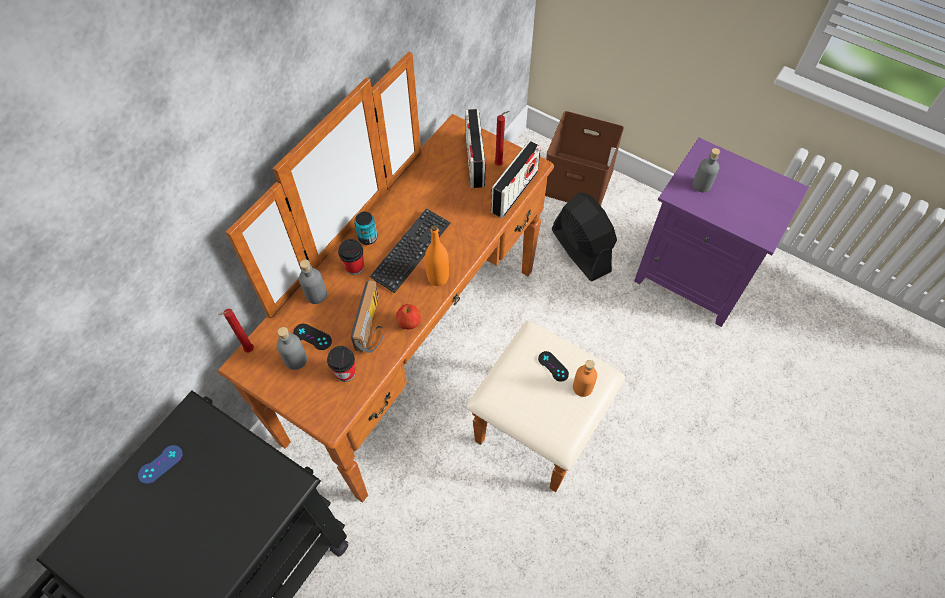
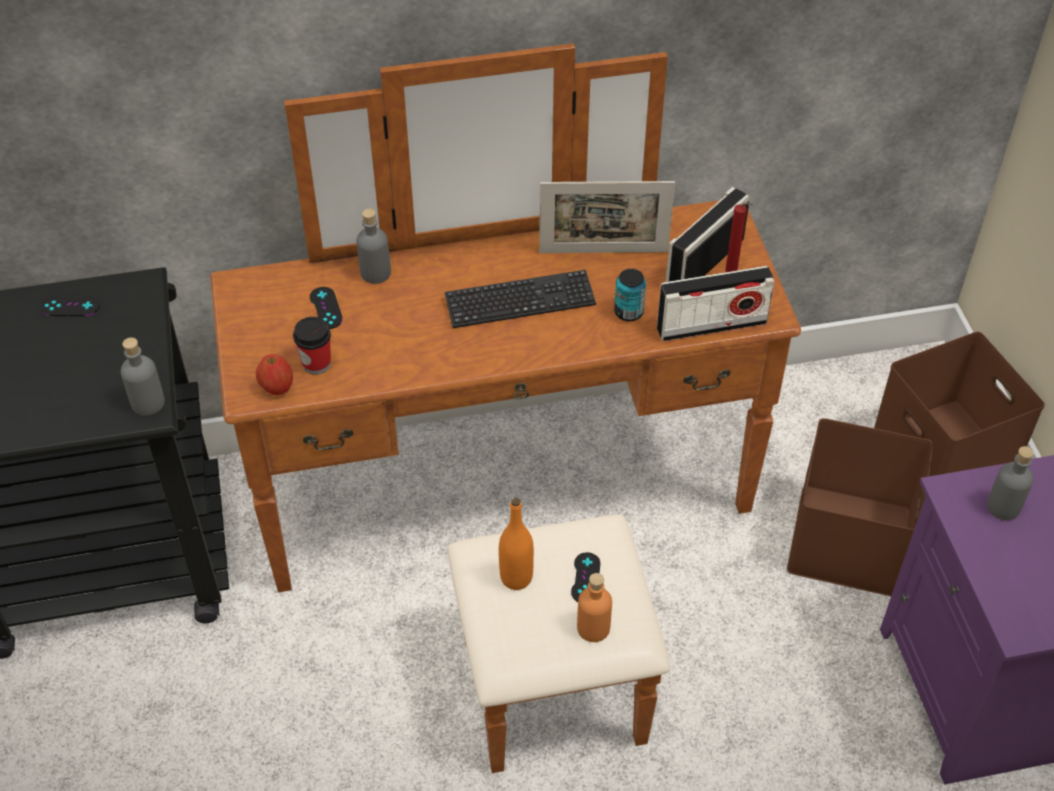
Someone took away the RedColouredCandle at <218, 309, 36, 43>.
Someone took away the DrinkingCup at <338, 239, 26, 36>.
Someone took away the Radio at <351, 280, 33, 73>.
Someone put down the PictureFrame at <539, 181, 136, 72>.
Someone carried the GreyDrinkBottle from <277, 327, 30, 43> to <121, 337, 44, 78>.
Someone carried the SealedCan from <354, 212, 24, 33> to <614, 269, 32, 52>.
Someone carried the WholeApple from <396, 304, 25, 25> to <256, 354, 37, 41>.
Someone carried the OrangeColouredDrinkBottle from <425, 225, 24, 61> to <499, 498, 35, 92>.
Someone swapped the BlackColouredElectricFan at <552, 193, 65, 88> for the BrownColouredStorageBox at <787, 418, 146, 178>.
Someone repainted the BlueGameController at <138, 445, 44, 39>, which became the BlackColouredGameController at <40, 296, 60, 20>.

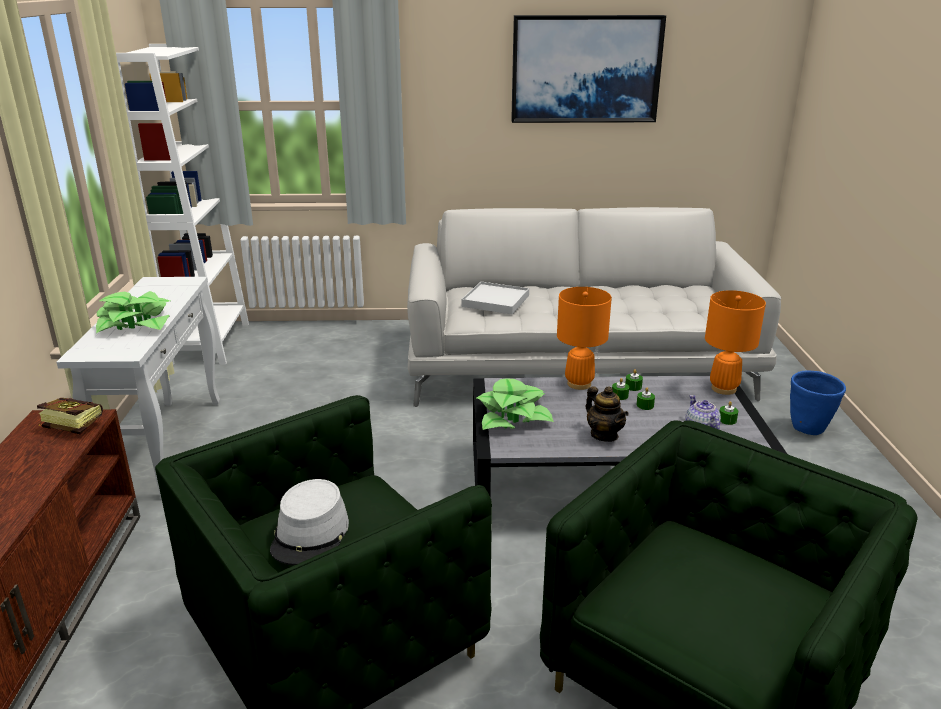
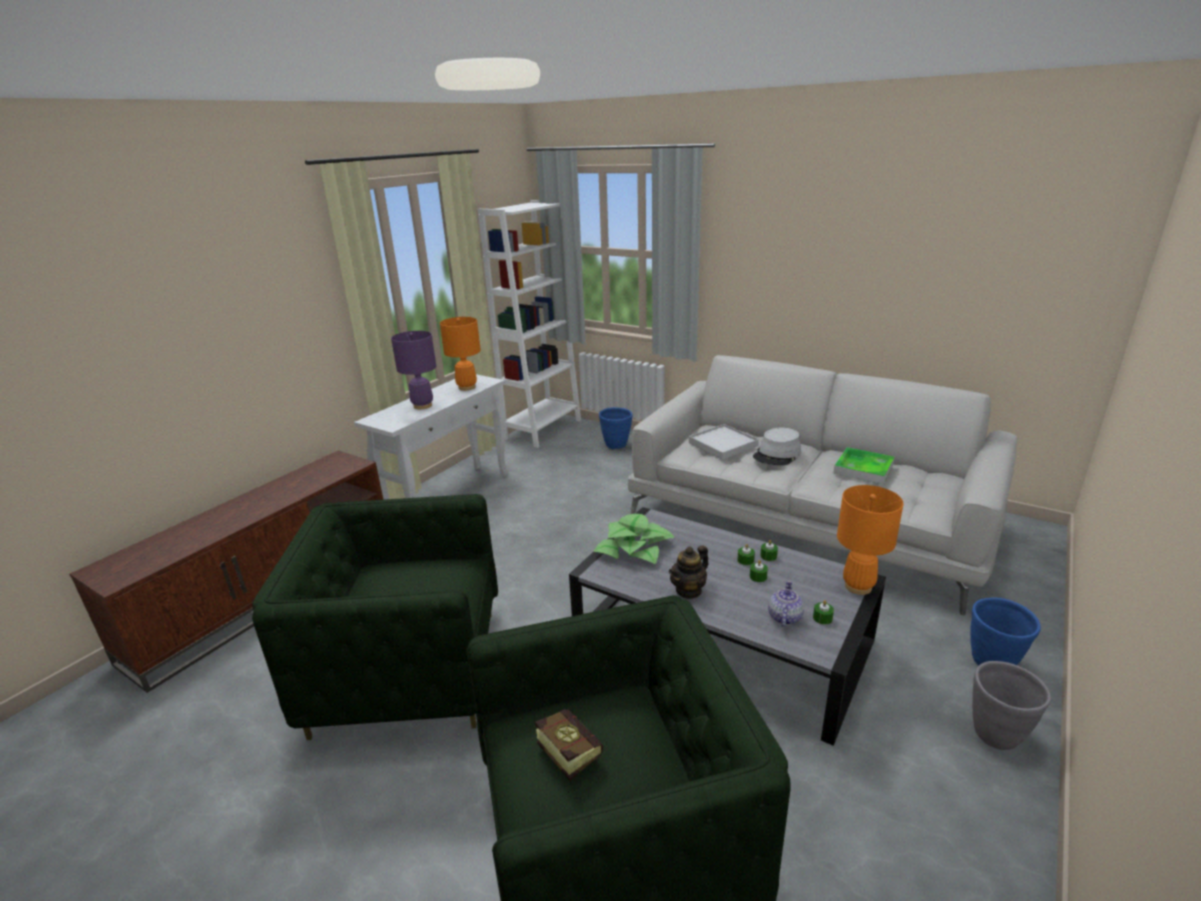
Someone took away the WallPicture at <511, 15, 155, 108>.
Someone put down the BluePlantPot at <599, 407, 33, 42>.
Someone put down the CarryingTray at <833, 447, 62, 38>.
Someone put down the GreyPlantPot at <972, 661, 79, 89>.
Someone carried the Book from <37, 398, 66, 37> to <535, 709, 68, 72>.
Someone carried the GreyClothingHat from <270, 479, 79, 87> to <753, 427, 48, 38>.
Someone carried the OrangeColouredLampForATable from <557, 287, 55, 103> to <440, 317, 41, 74>.
Someone swapped the PottedPlant at <96, 291, 74, 42> for the PurpleColouredLampForATable at <391, 331, 45, 78>.
Someone rotated the Teapot at <586, 386, 43, 56> by 45 degrees clockwise.

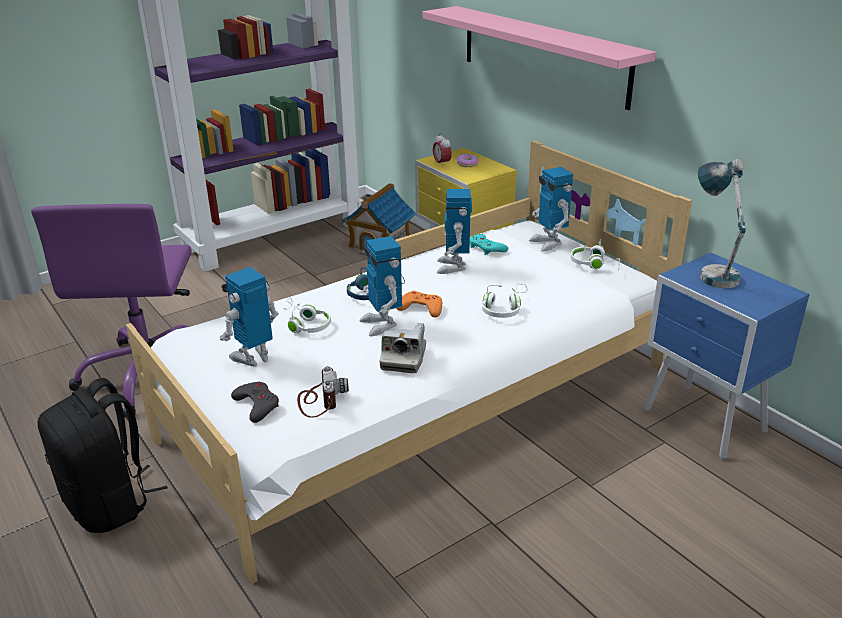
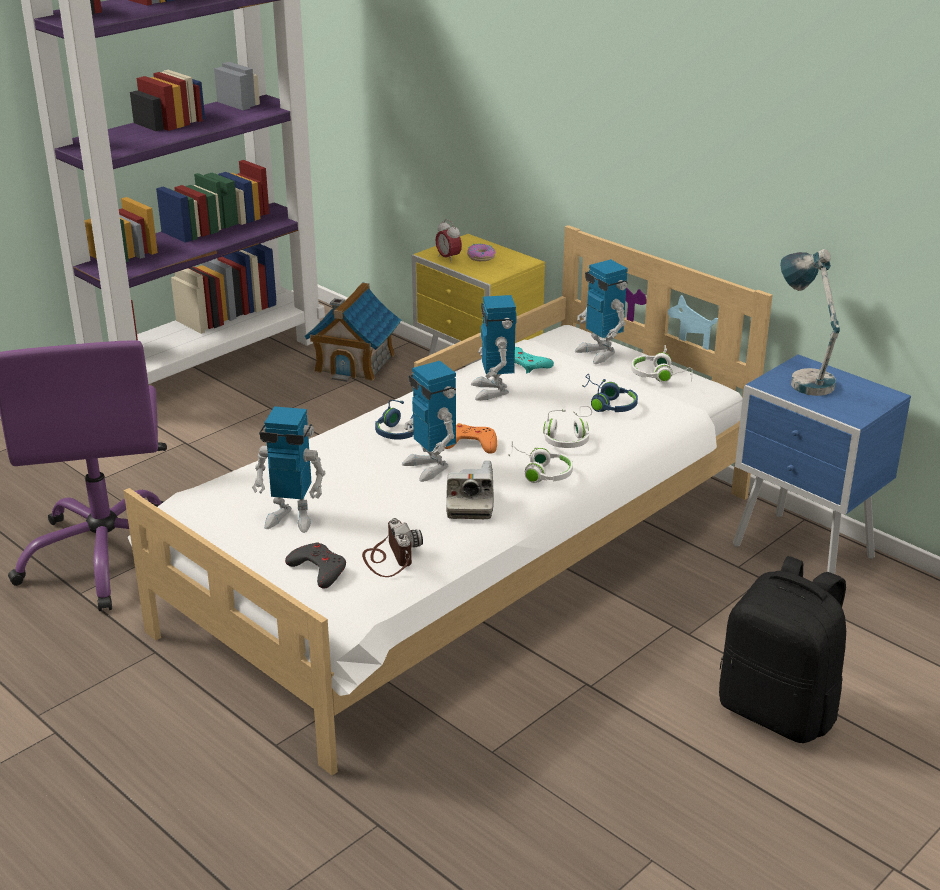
Someone took away the PinkColouredShelf at <423, 6, 233, 104>.
Someone put down the BlueHeadset at <582, 374, 56, 38>.
Someone carried the BlackColouredKnapsack from <37, 378, 131, 155> to <719, 556, 127, 187>.
Someone carried the WhiteColouredHeadset from <284, 298, 47, 35> to <508, 441, 65, 42>.
Someone rotated the ModelRobot at <220, 267, 59, 100> by 120 degrees counterclockwise.

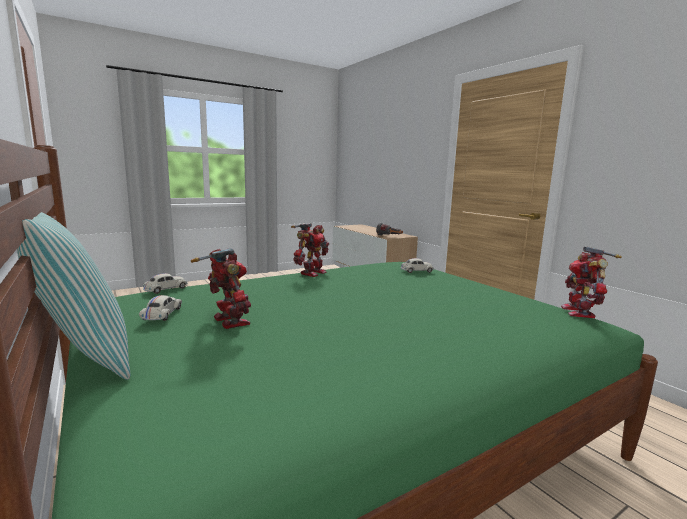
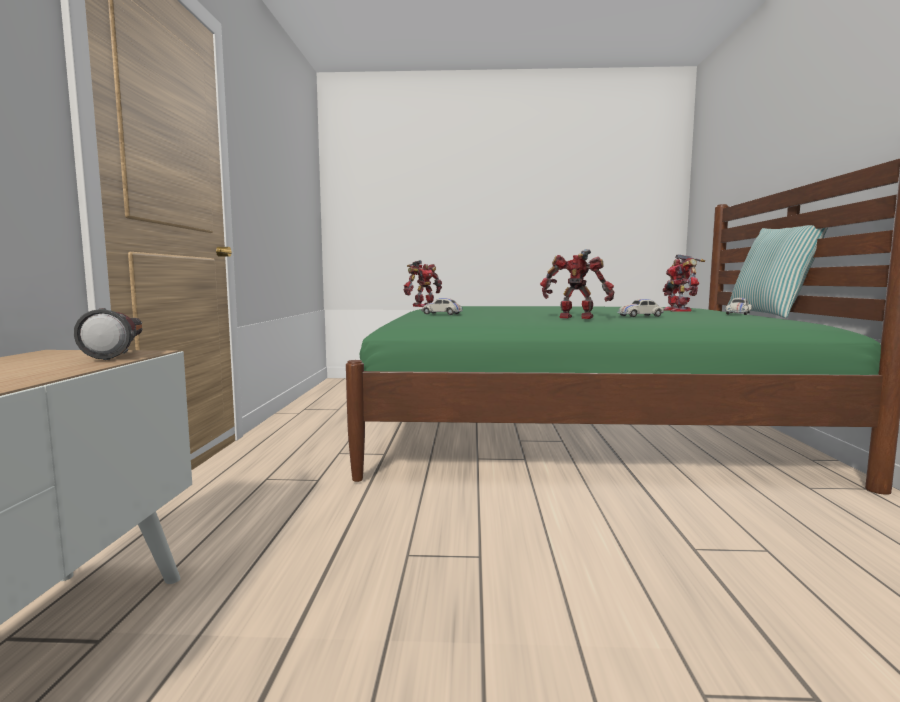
Someone carried the WhiteColouredModelCar from <143, 273, 45, 21> to <617, 299, 47, 18>.
Someone rotated the ModelRobot at <291, 223, 38, 54> by 45 degrees clockwise.

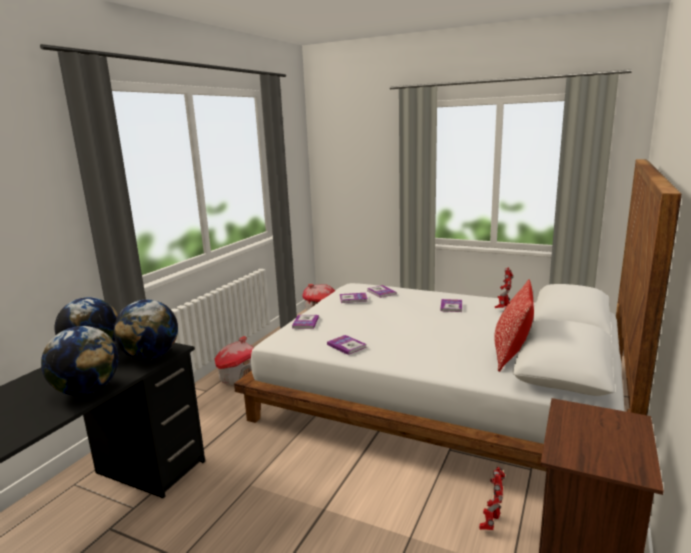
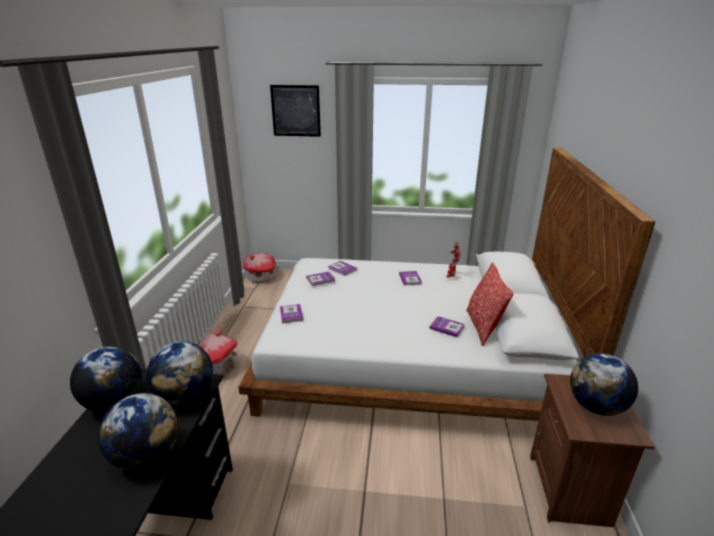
Someone took away the ModelRobot at <479, 467, 26, 63>.
Someone put up the WallPicture at <270, 85, 51, 52>.
Someone put down the DeskGlobe at <570, 354, 68, 62>.
Someone carried the Book from <327, 335, 39, 20> to <429, 316, 36, 21>.

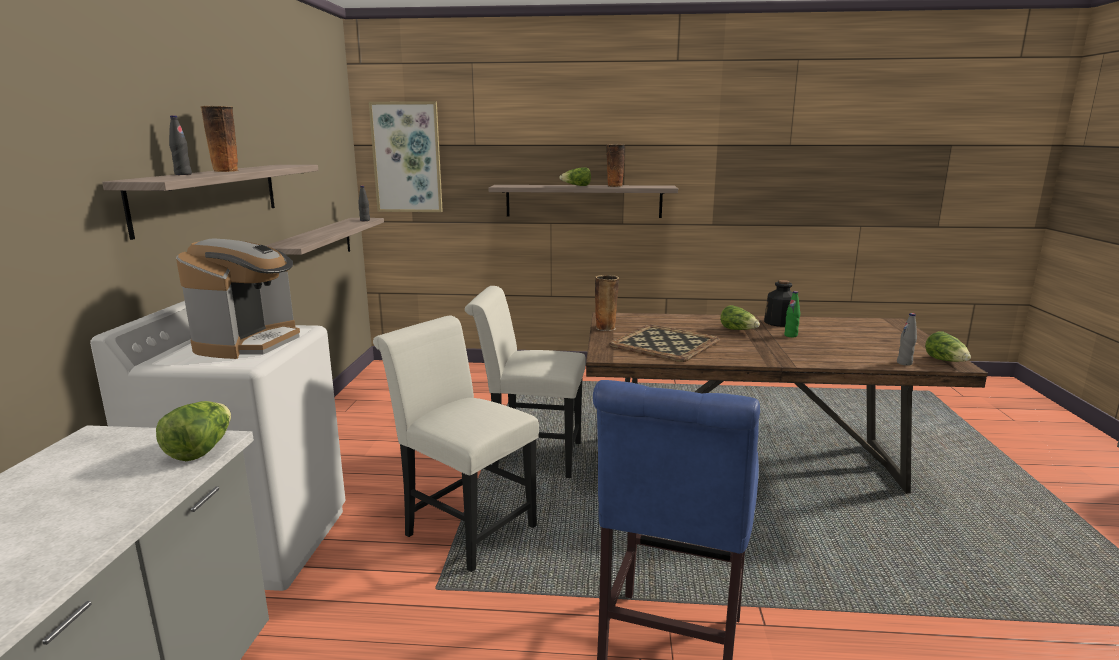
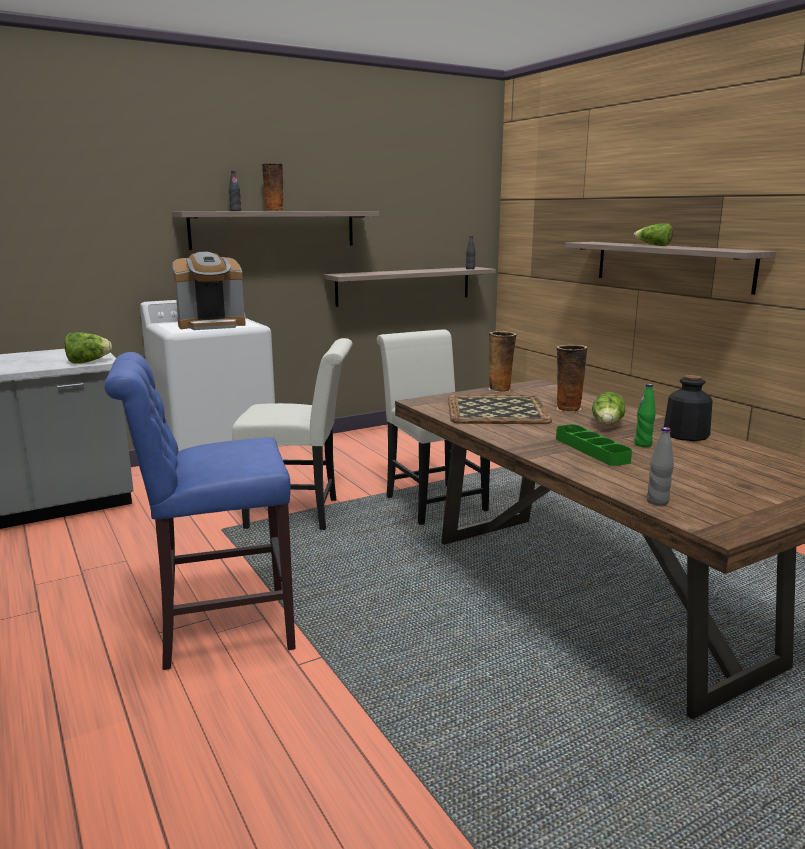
Someone took away the WallPicture at <369, 101, 74, 111>.
Someone took away the LettuceHead at <925, 331, 46, 31>.
Someone put down the GreenColouredCarryingTray at <556, 424, 76, 42>.
Someone carried the DecorativeVase from <606, 144, 19, 43> to <556, 345, 32, 67>.
Someone rotated the WhiteColouredPlainChair at <373, 316, 166, 256> by 90 degrees clockwise.

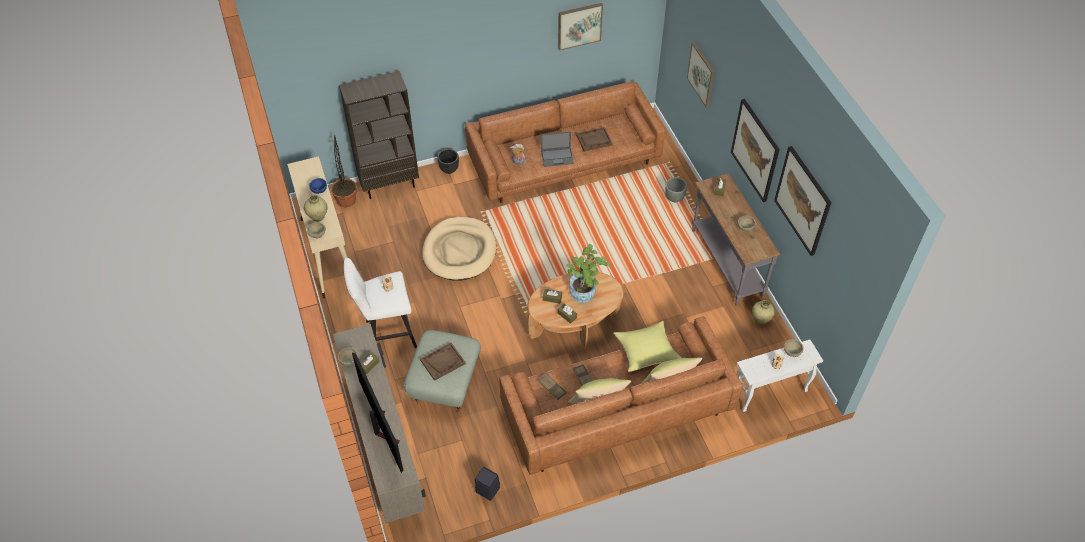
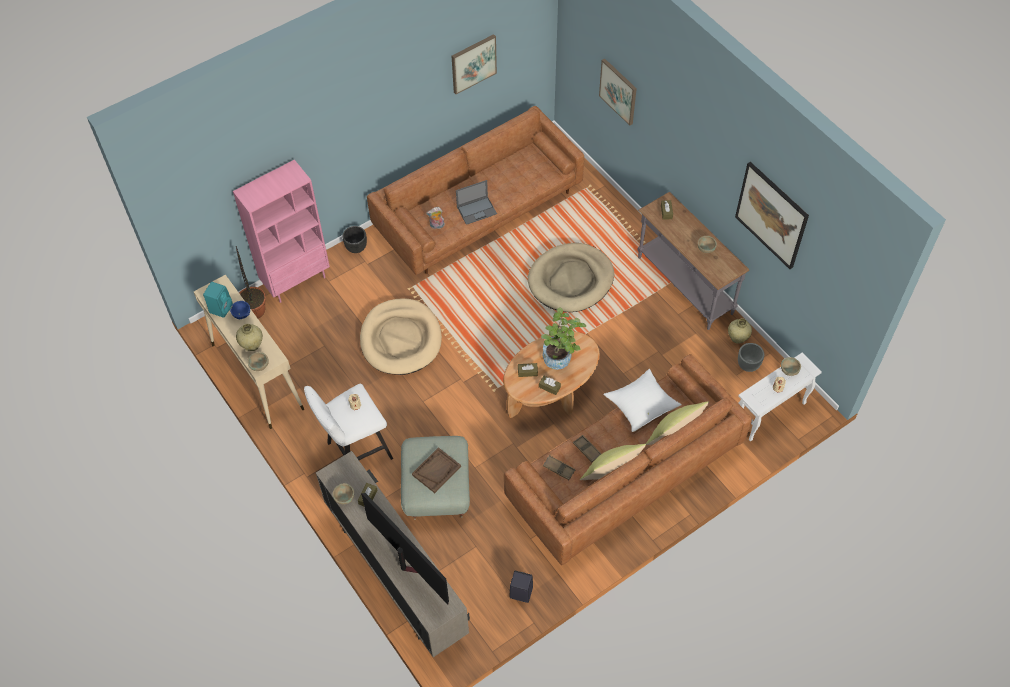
Someone took away the BrownColouredCarryingTray at <576, 127, 37, 25>.
Someone took away the WallPicture at <731, 99, 49, 103>.
Someone put down the BlueGreenSpeaker at <203, 282, 30, 36>.
Someone put down the BeigeColouredDogCushion at <528, 243, 86, 69>.
Someone carried the GreyPlantPot from <665, 177, 22, 25> to <738, 343, 26, 29>.
Someone repainted the BrownColouredBookcase at <339, 71, 80, 128>, which became the PinkColouredBookcase at <233, 160, 97, 143>.
Someone repainted the YellowThrowPillow at <613, 321, 68, 51>, which became the WhiteColouredThrowPillow at <603, 369, 79, 63>.

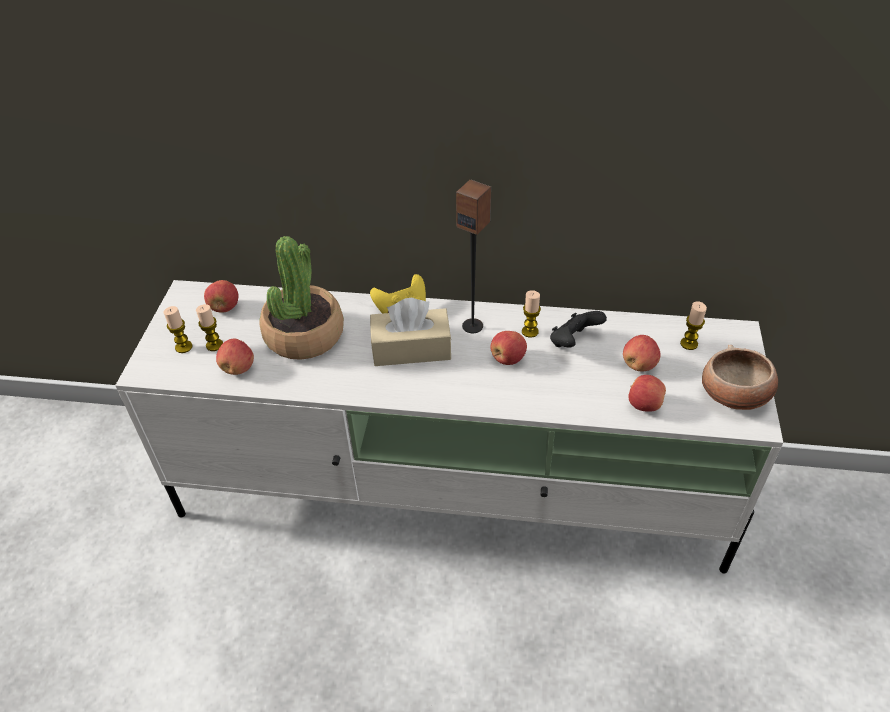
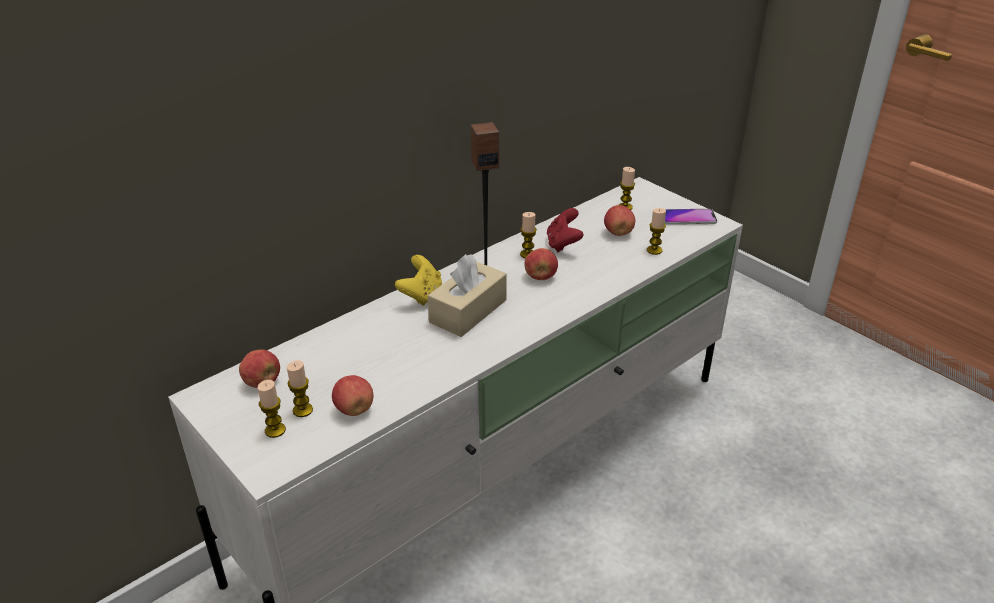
Someone took away the PottedPlant at <259, 236, 85, 124>.
Someone swapped the WholeApple at <628, 375, 38, 37> for the Candle at <647, 208, 19, 47>.
Someone swapped the DeepDish at <702, 345, 76, 65> for the Handset at <664, 209, 53, 16>.
Someone repainted the BlackColouredGameController at <550, 311, 57, 37>, which became the RedColouredGameController at <547, 208, 36, 44>.

